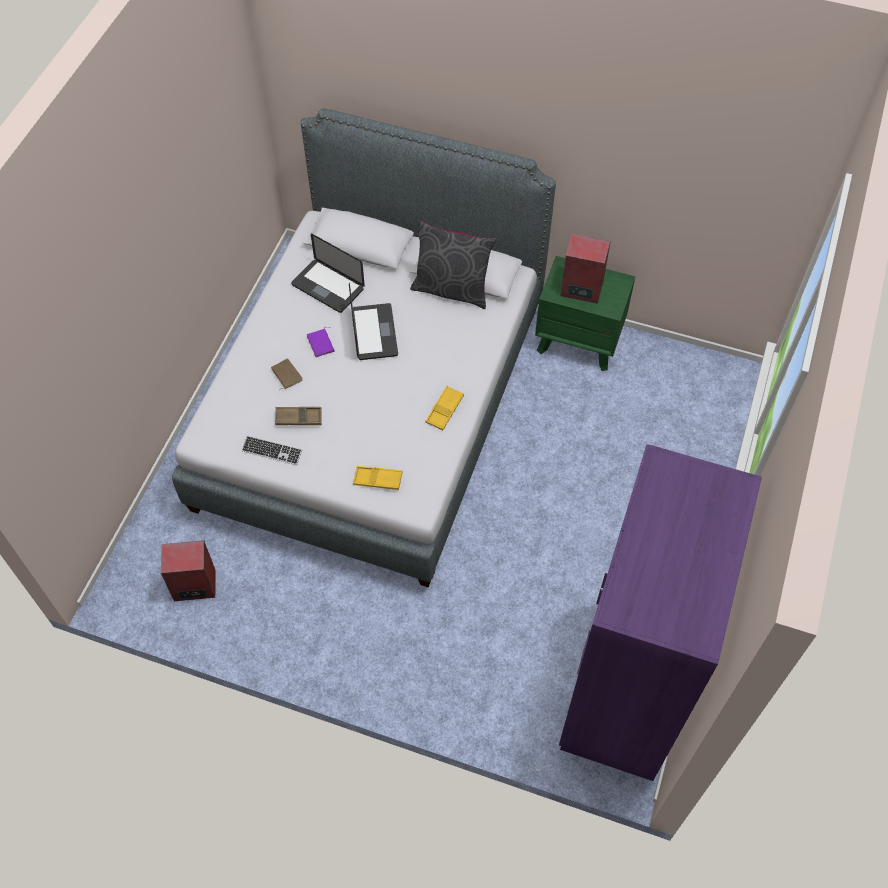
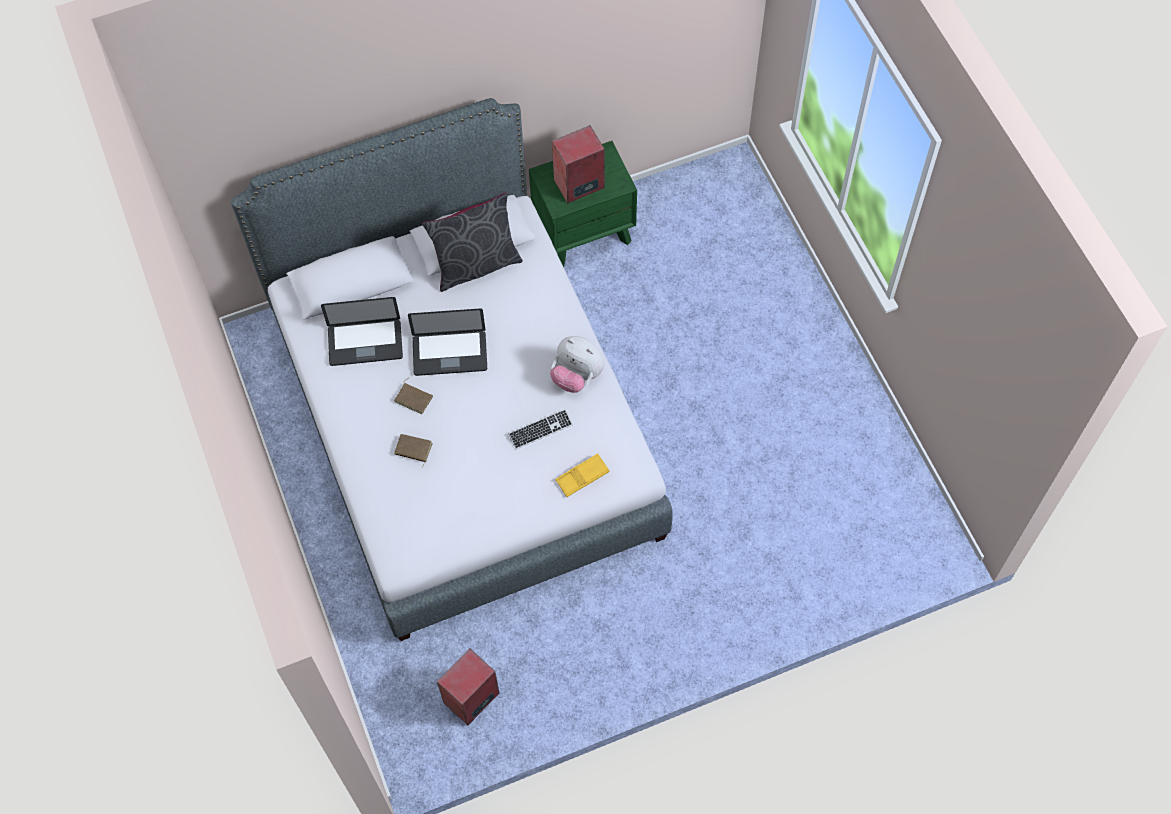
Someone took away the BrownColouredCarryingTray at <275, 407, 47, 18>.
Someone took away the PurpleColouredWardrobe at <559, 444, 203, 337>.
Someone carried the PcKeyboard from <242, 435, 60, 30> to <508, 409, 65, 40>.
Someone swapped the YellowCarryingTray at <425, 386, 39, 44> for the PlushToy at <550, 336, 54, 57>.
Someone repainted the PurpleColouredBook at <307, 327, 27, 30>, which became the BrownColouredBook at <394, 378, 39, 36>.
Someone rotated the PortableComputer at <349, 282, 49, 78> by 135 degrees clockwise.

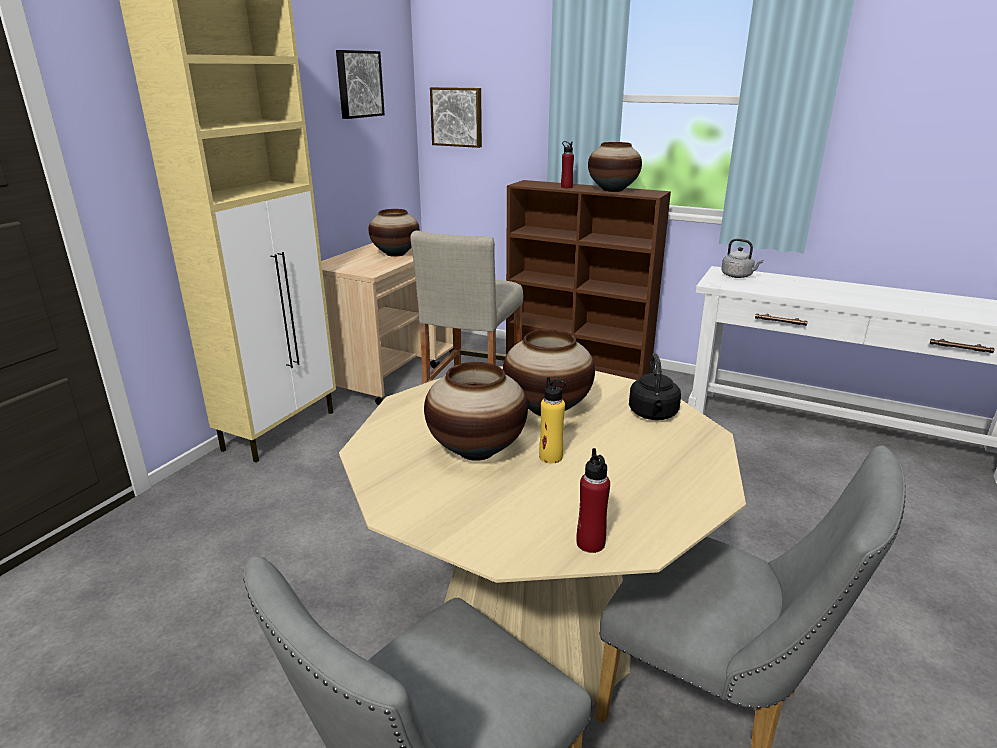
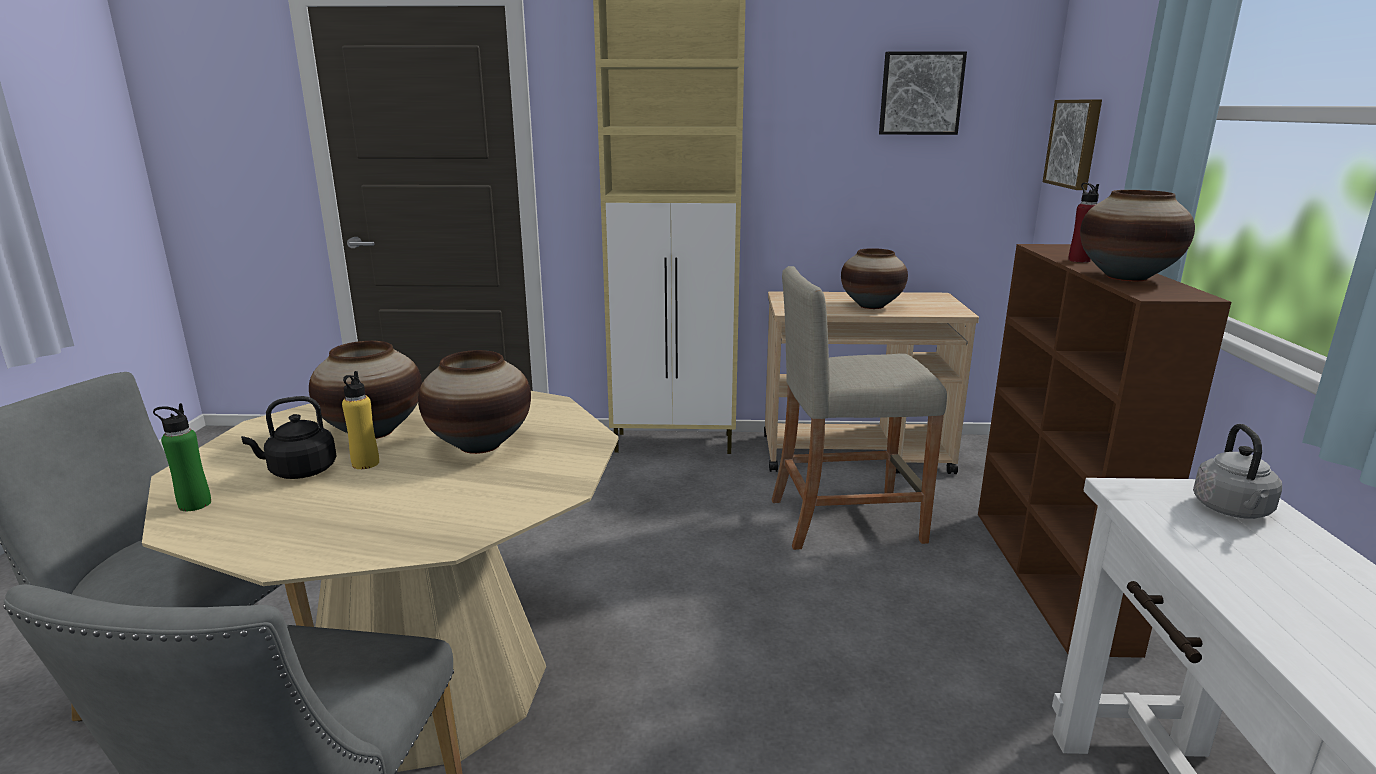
Someone carried the BlackColouredWaterKettle from <629, 353, 52, 67> to <241, 396, 96, 83>.
Someone repainted the RedColouredDrinkBottle at <576, 448, 34, 105>, which became the GreenColouredDrinkBottle at <153, 403, 58, 108>.

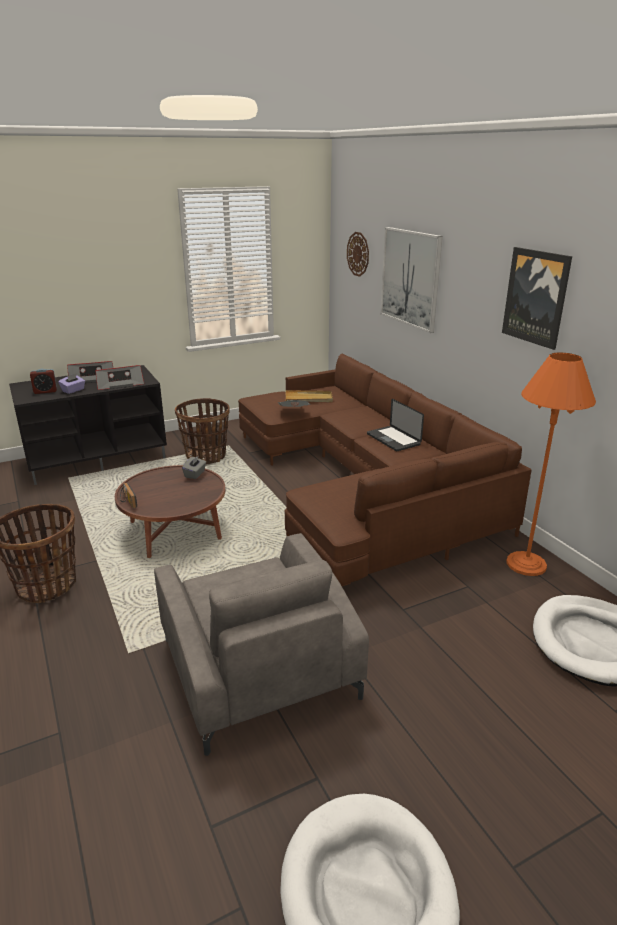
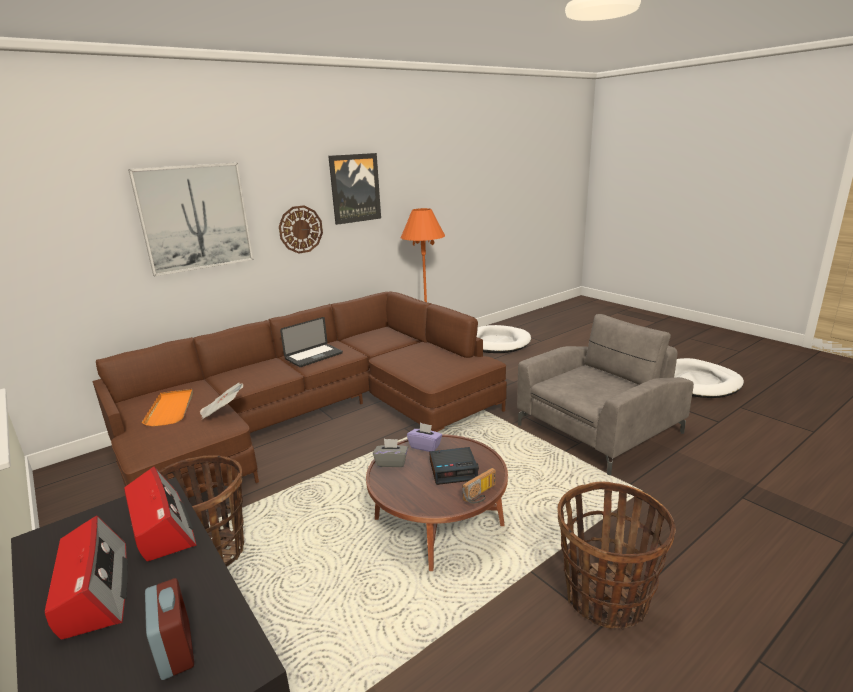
Someone put down the TableClock at <429, 447, 50, 38>.
Someone carried the PurpleColouredTissueBox from <58, 374, 27, 20> to <407, 423, 35, 29>.
Someone carried the HangingClock from <347, 232, 22, 45> to <279, 205, 44, 49>.
Someone repainted the BeigeColouredCarryingTray at <285, 390, 48, 12>, which became the OrangeColouredCarryingTray at <142, 389, 51, 37>.

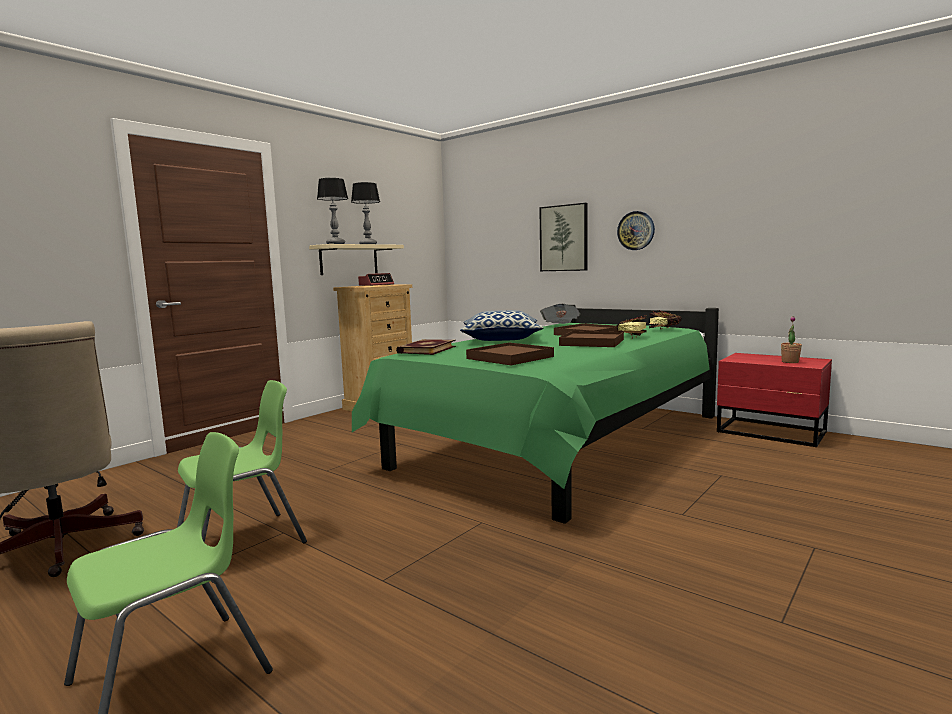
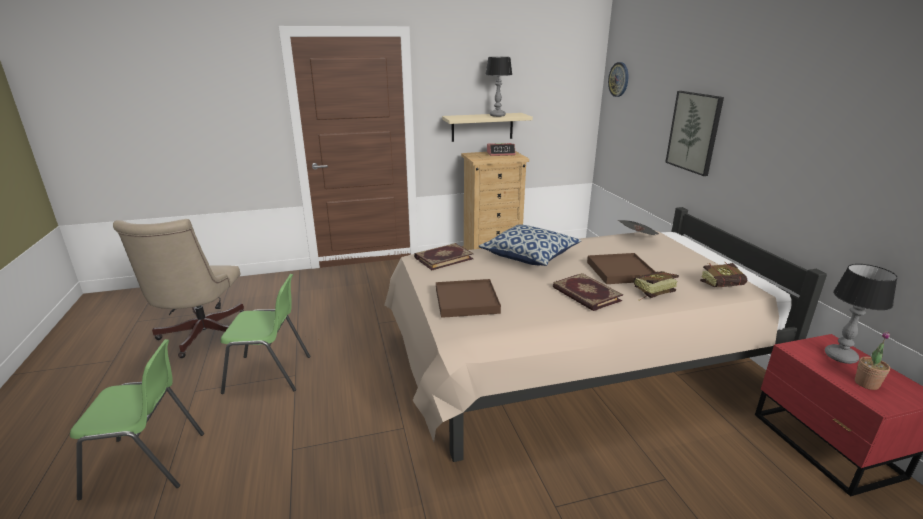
Someone carried the LampForATable from <317, 178, 31, 66> to <825, 264, 72, 100>.
Someone carried the HangingClock from <617, 211, 38, 39> to <608, 62, 20, 35>.
Someone swapped the BrownColouredCarryingTray at <559, 331, 65, 16> for the Book at <553, 273, 70, 38>.
Someone repainted the GreenColouredBedroomBed at <352, 305, 367, 219>, which became the BeigeColouredBedroomBed at <385, 207, 442, 255>.

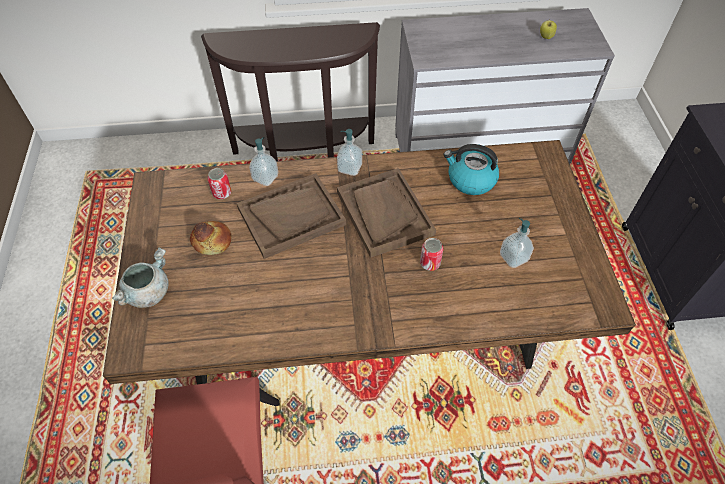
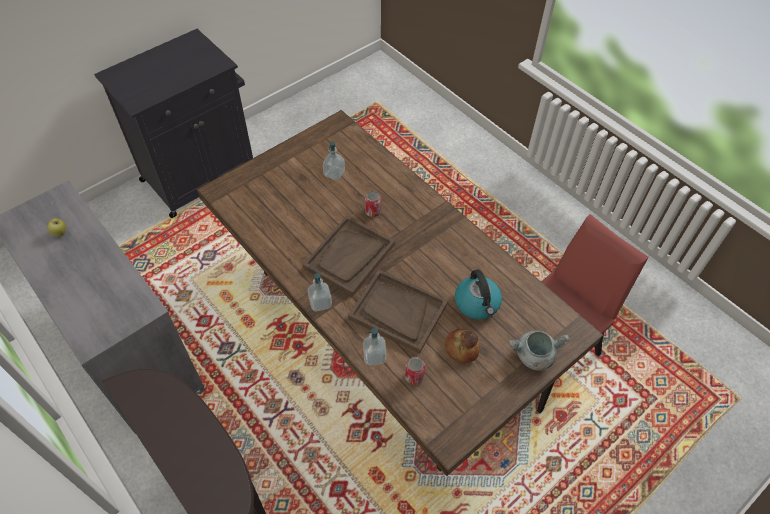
Someone carried the WaterKettle from <443, 144, 56, 51> to <455, 269, 47, 51>.

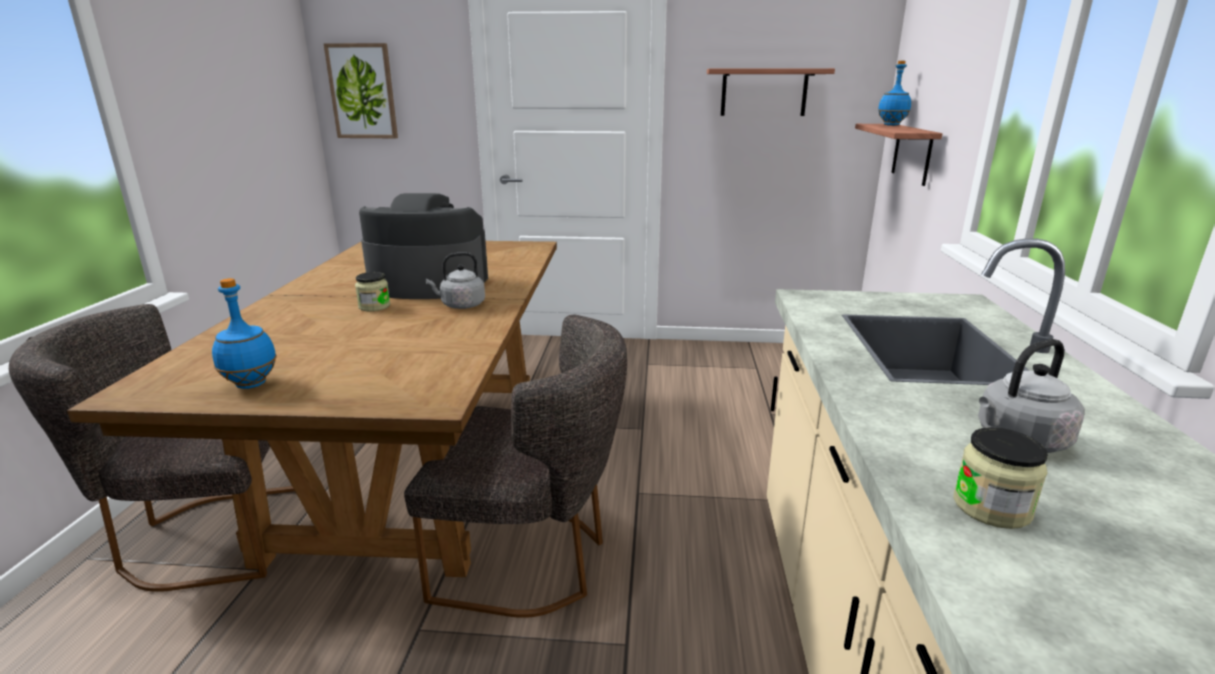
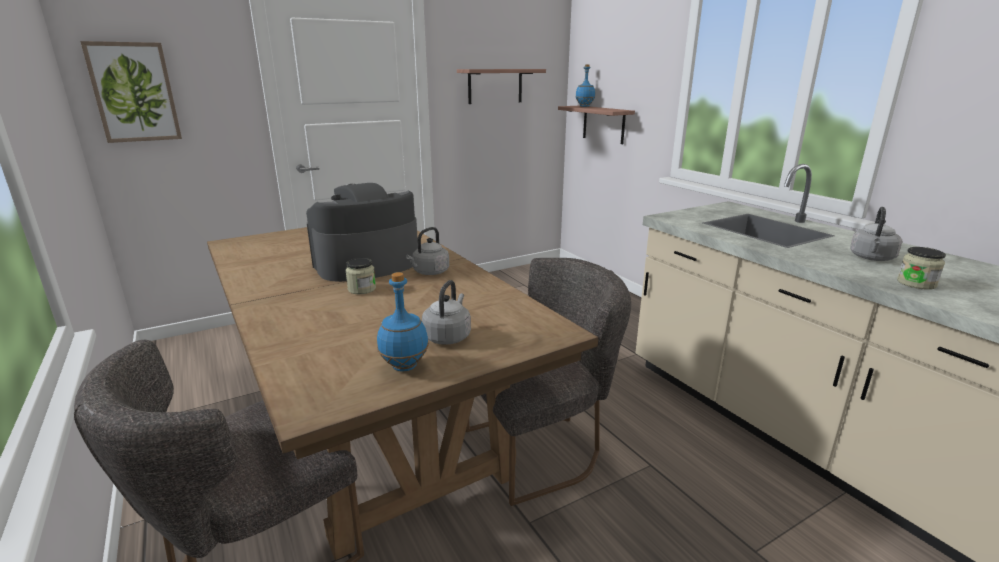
Someone put down the GreyWaterKettle at <422, 280, 49, 65>.

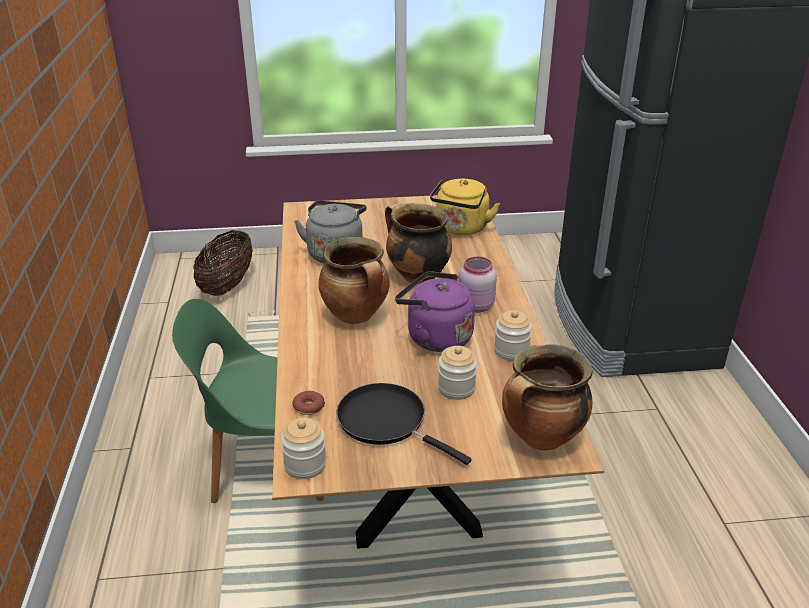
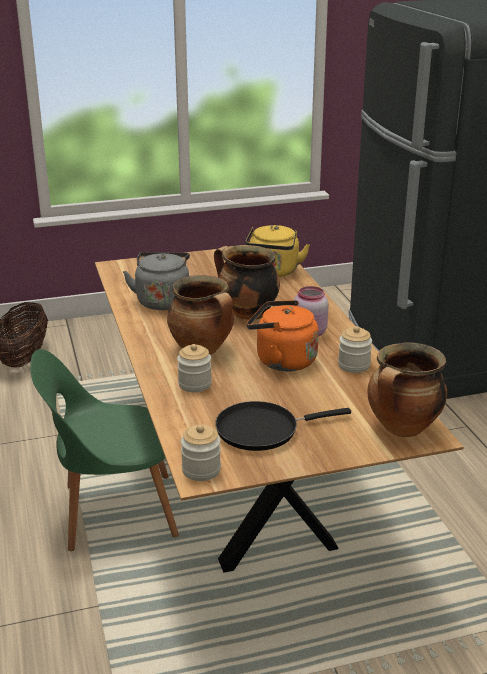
Someone took away the RingDoughnut at <292, 391, 33, 24>.
Someone carried the Jar from <438, 346, 39, 54> to <177, 344, 35, 48>.
Someone repainted the PurpleColouredWaterKettle at <395, 271, 80, 81>, which became the OrangeColouredWaterKettle at <247, 300, 72, 71>.
Someone rotated the BlackColouredPan at <337, 383, 135, 82> by 45 degrees counterclockwise.

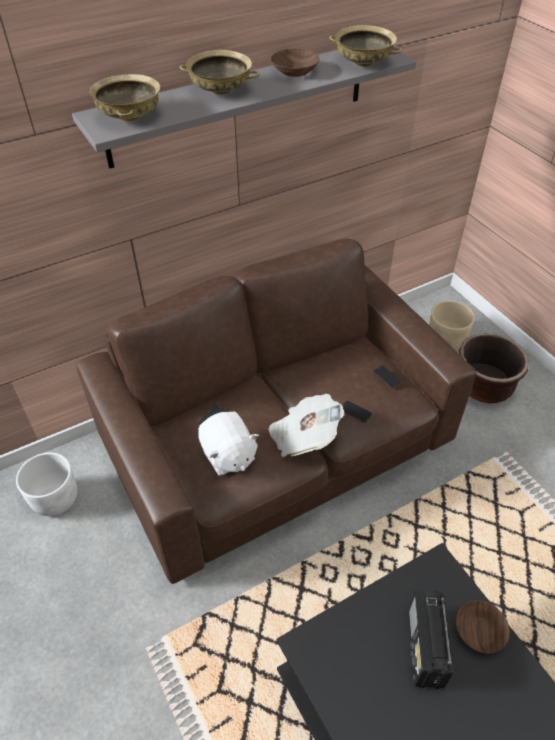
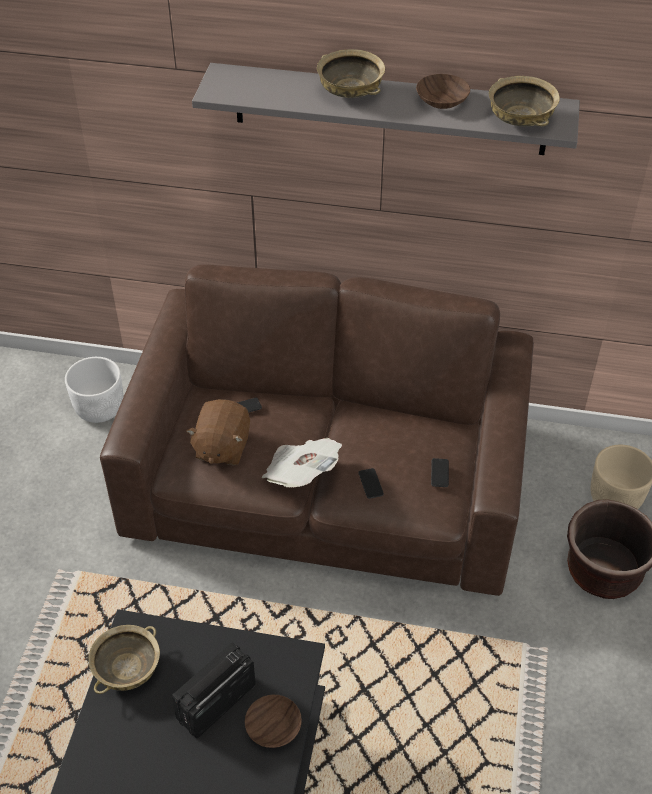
Someone carried the BeigeColouredDeepDish from <89, 74, 71, 47> to <88, 625, 72, 69>.
Someone repainted the WhiteColouredPlushToy at <198, 412, 61, 64>, which became the BrownColouredPlushToy at <186, 399, 64, 66>.

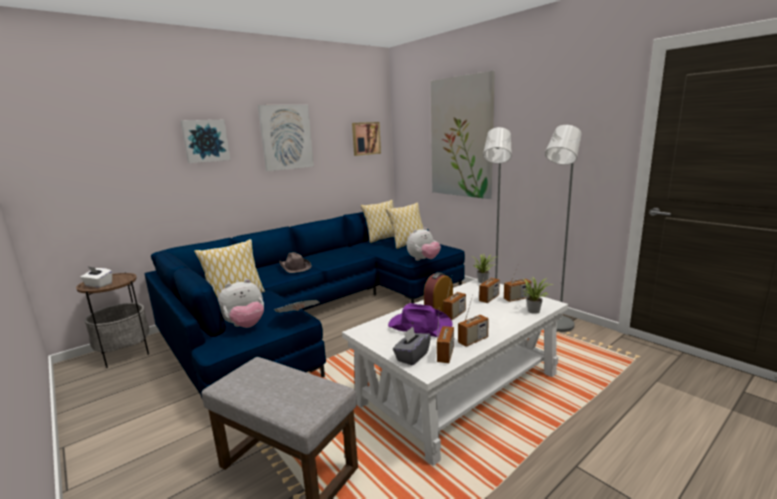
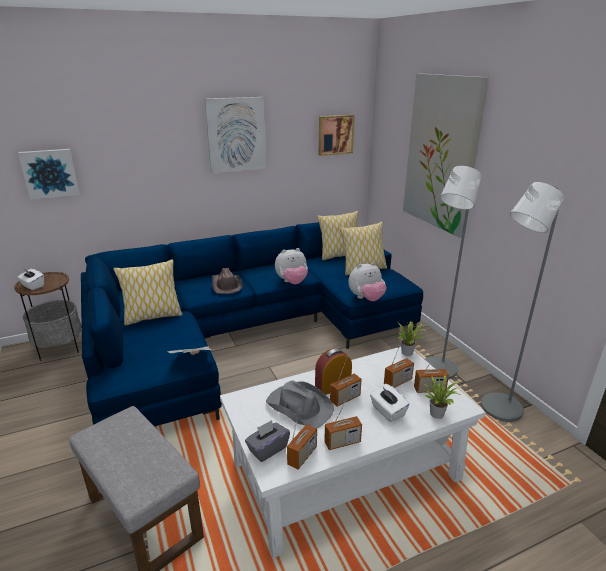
Someone put down the WhiteColouredTissueBox at <370, 384, 40, 38>.
Someone carried the WallPicture from <181, 120, 49, 43> to <18, 149, 62, 51>.
Someone carried the PlushToy from <218, 279, 46, 49> to <275, 248, 33, 36>.
Someone repainted the PurpleColouredClothingHat at <388, 303, 65, 34>, which became the GreyClothingHat at <266, 380, 68, 48>.

